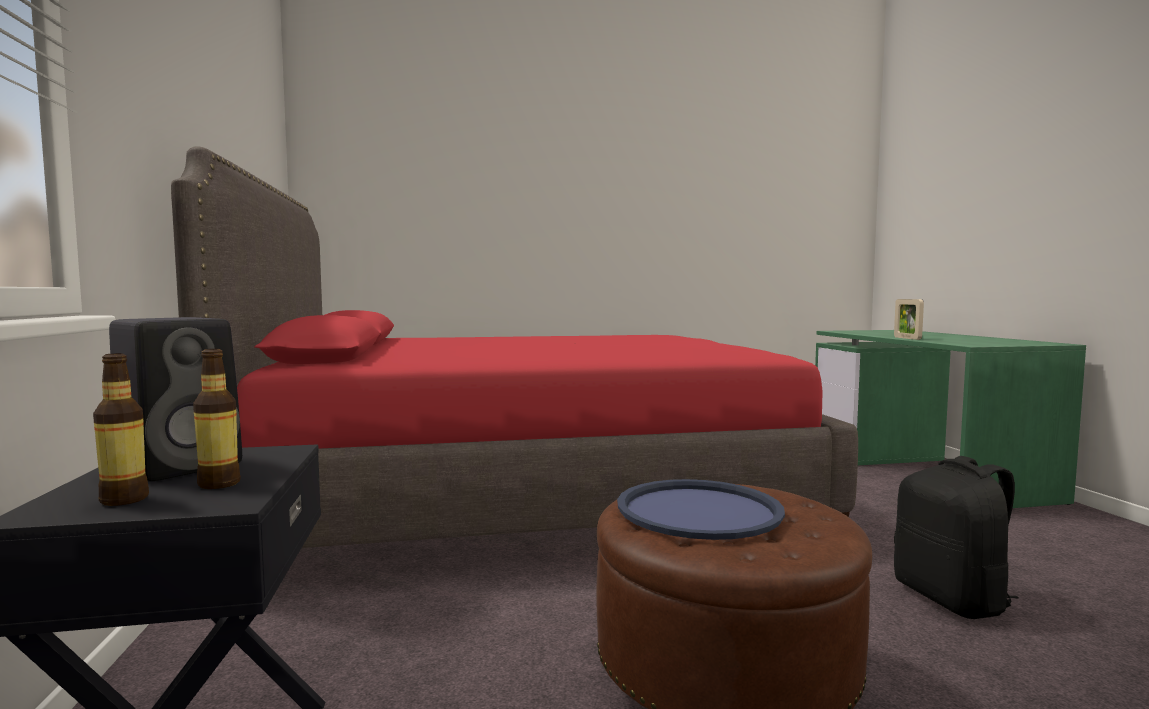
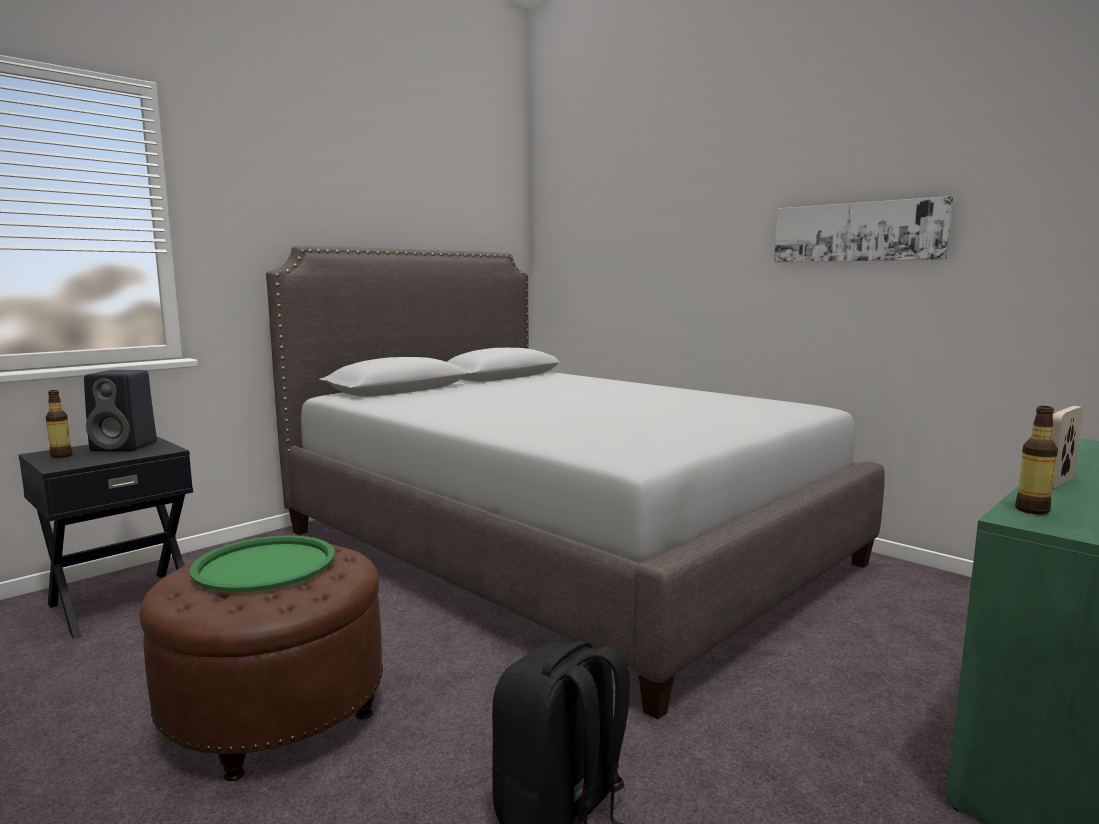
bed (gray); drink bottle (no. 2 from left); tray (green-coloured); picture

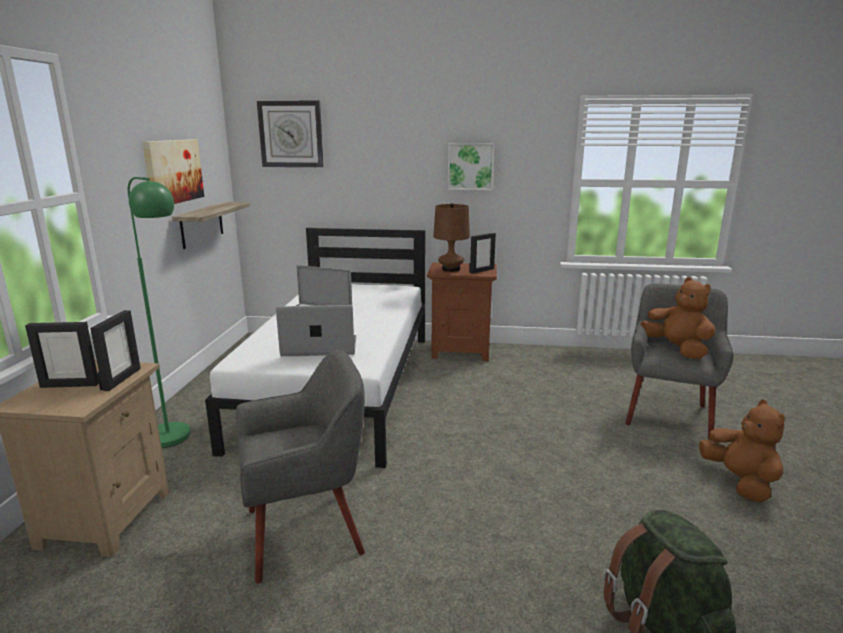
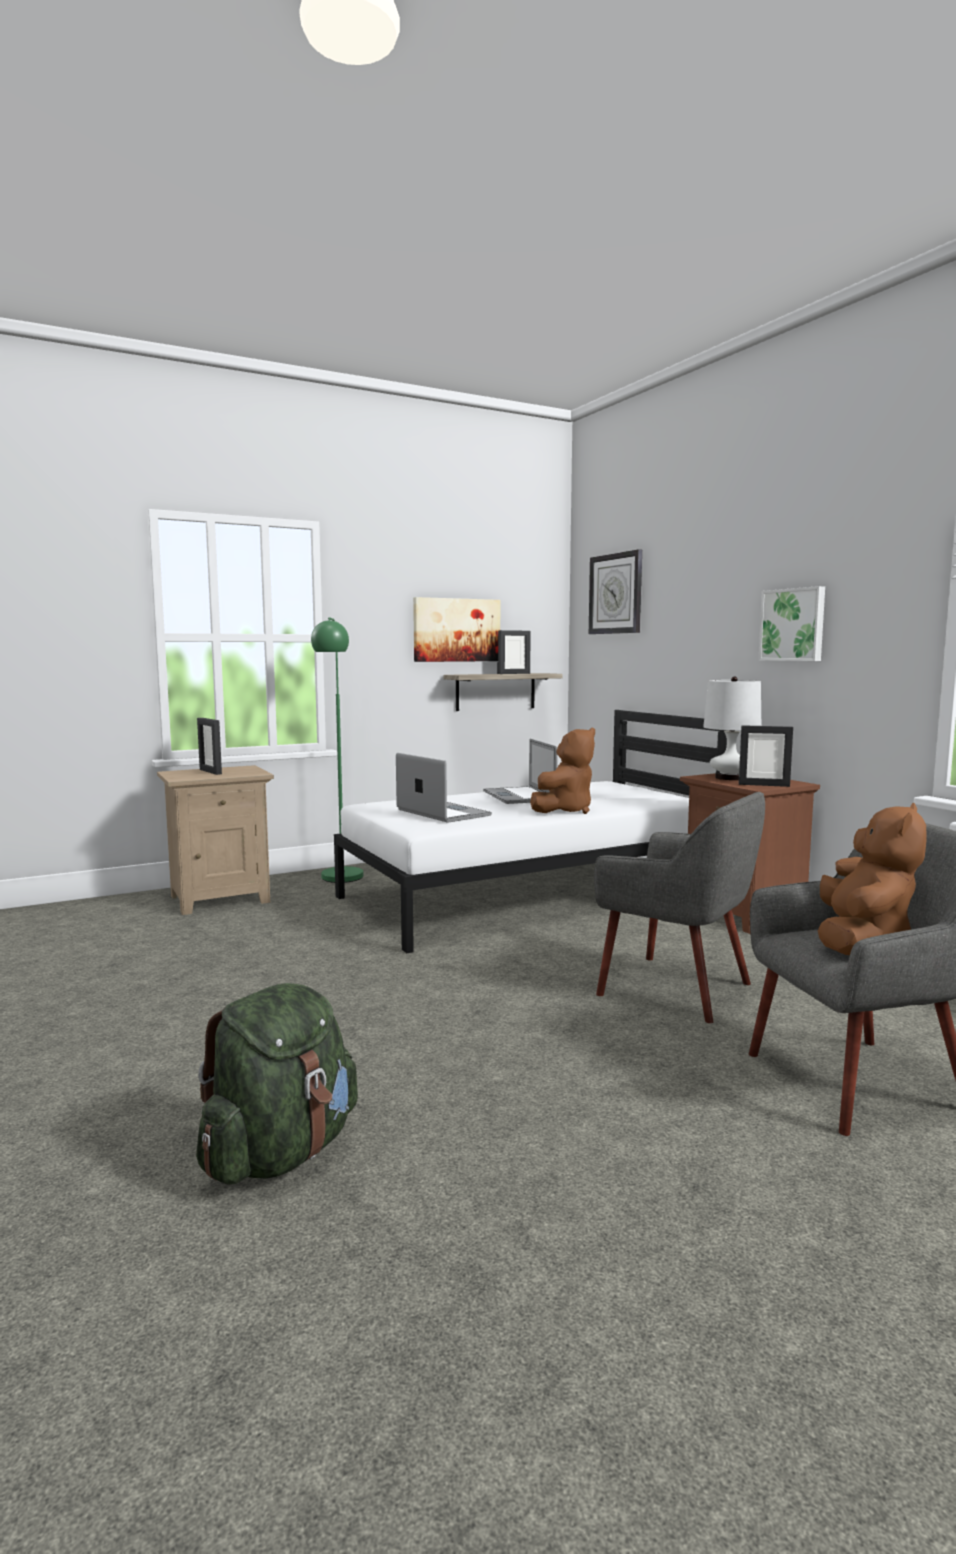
standing frame (no. 2 from left); lounge chair (gray) (no. 1 from left); table lamp (whitish); plush toy (brownish) (no. 1 from left)

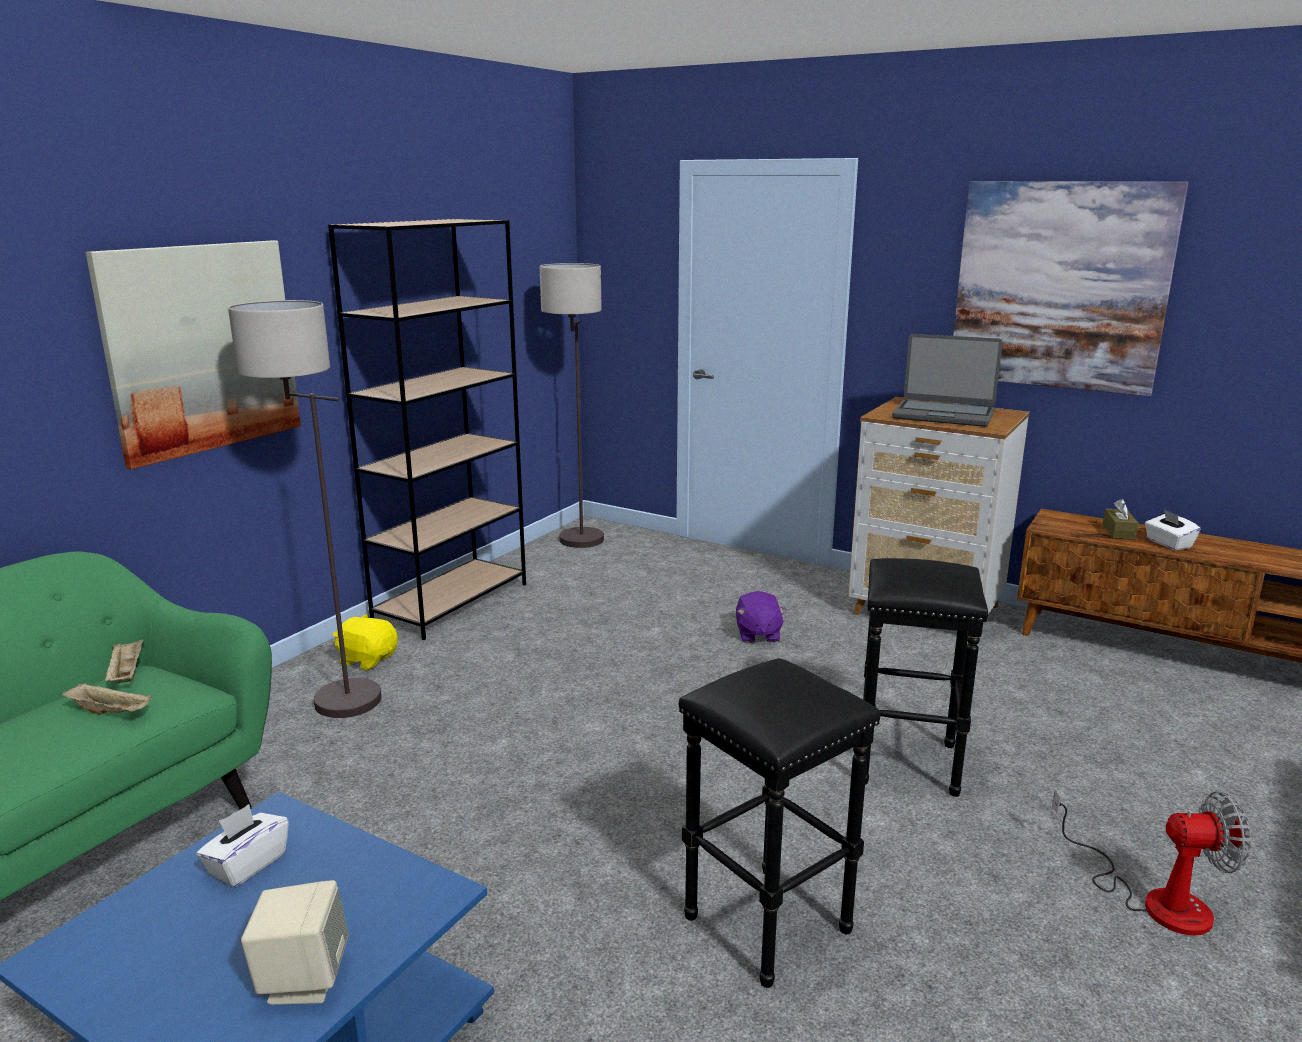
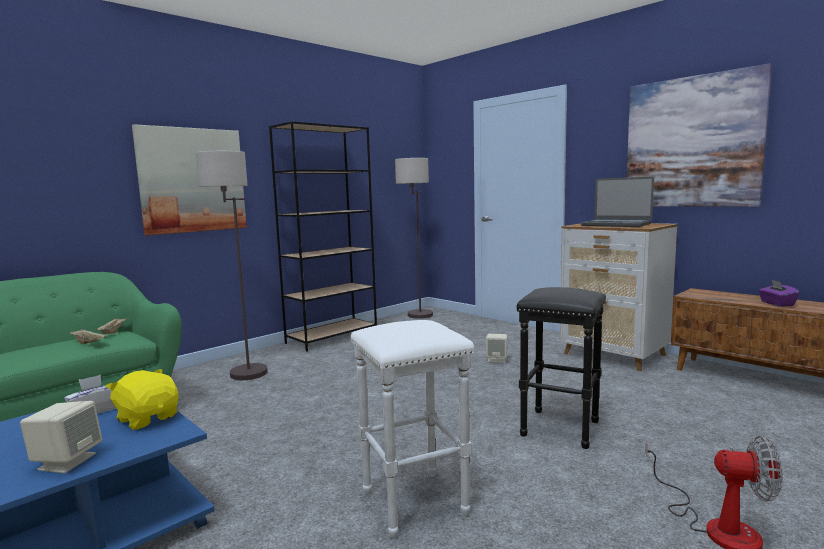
plush toy (yellow); sitting stool (whitish); speaker (sand-coloured) (no. 2 from left); tissue holder (brownish); tissue holder (purple)

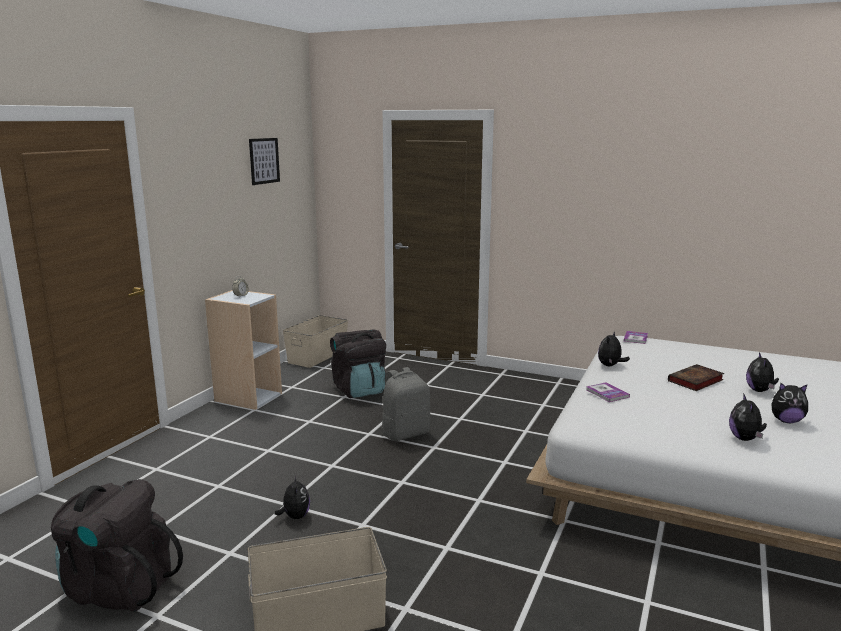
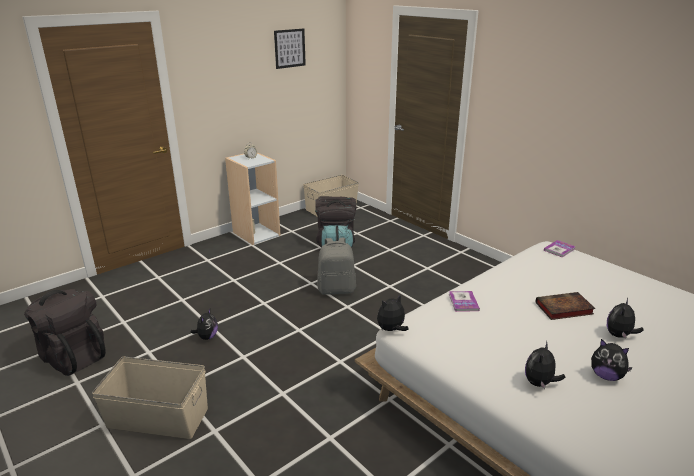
plush toy (no. 2 from left)

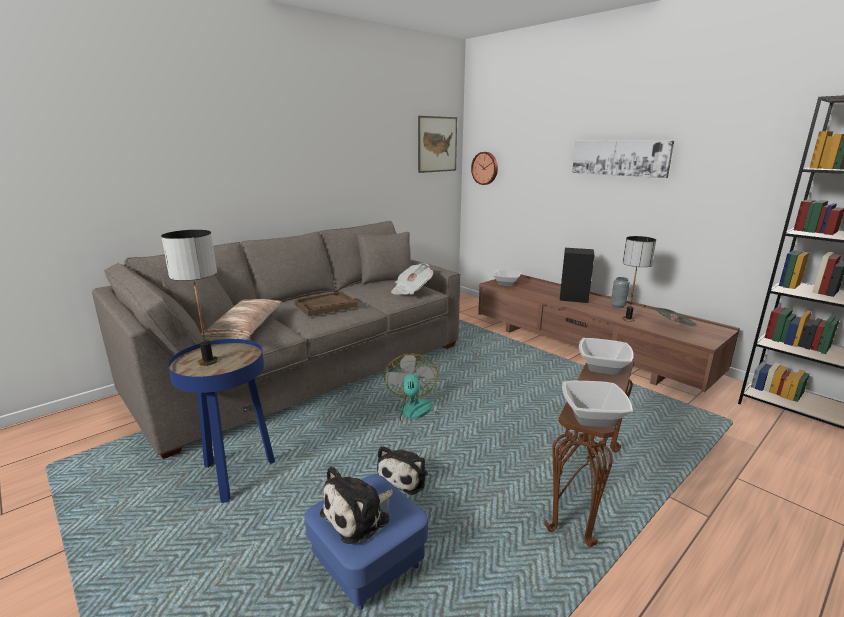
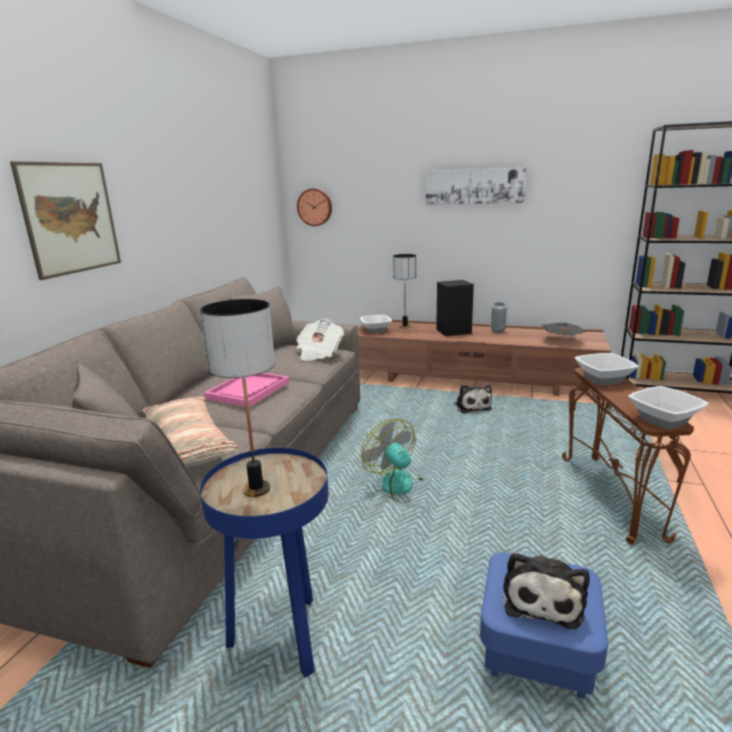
tray (pink); plush toy (no. 1 from left); picture (no. 1 from left); table lamp (no. 2 from left)

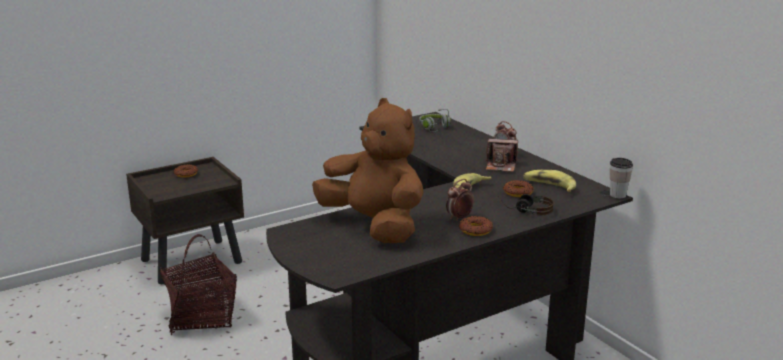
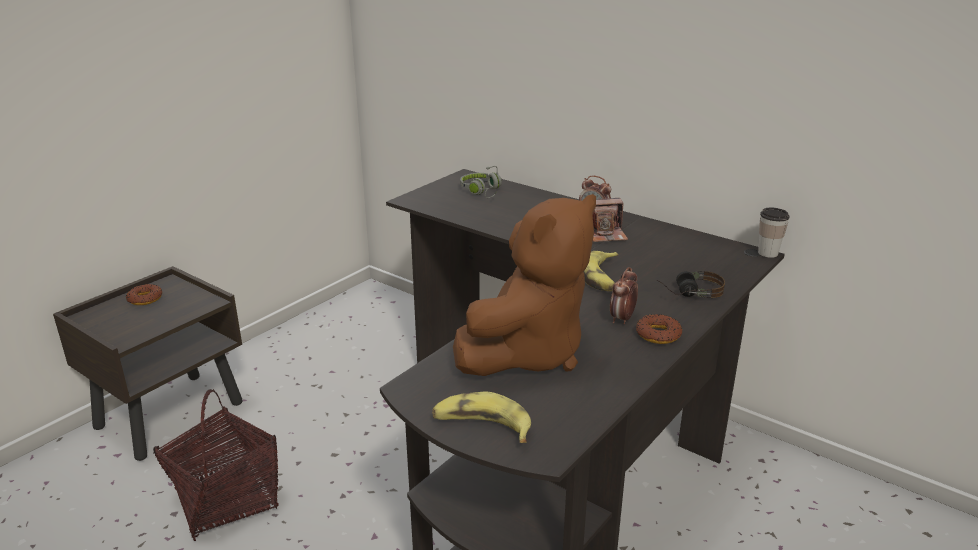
plush toy (brownish); ring doughnut (no. 3 from left in the first image); banana (no. 1 from left)

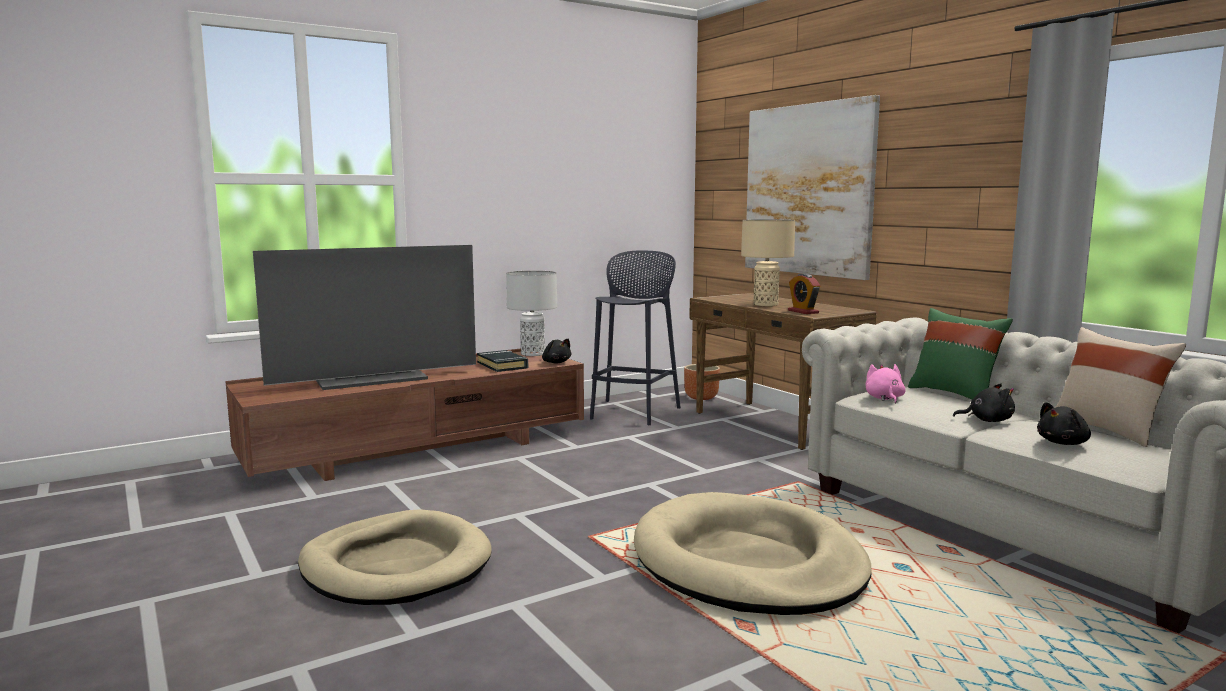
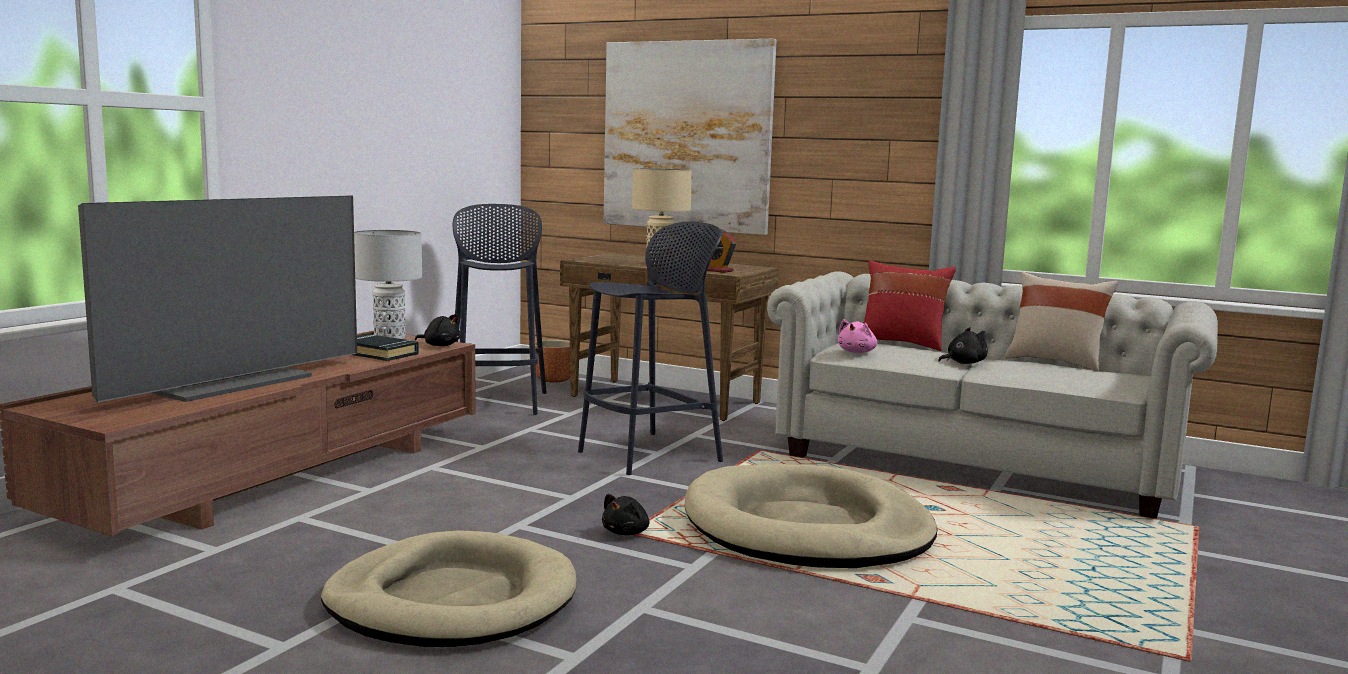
plush toy (pink); pillow (red); plush toy (black) (no. 2 from left); sitting stool (gray) (no. 2 from left)

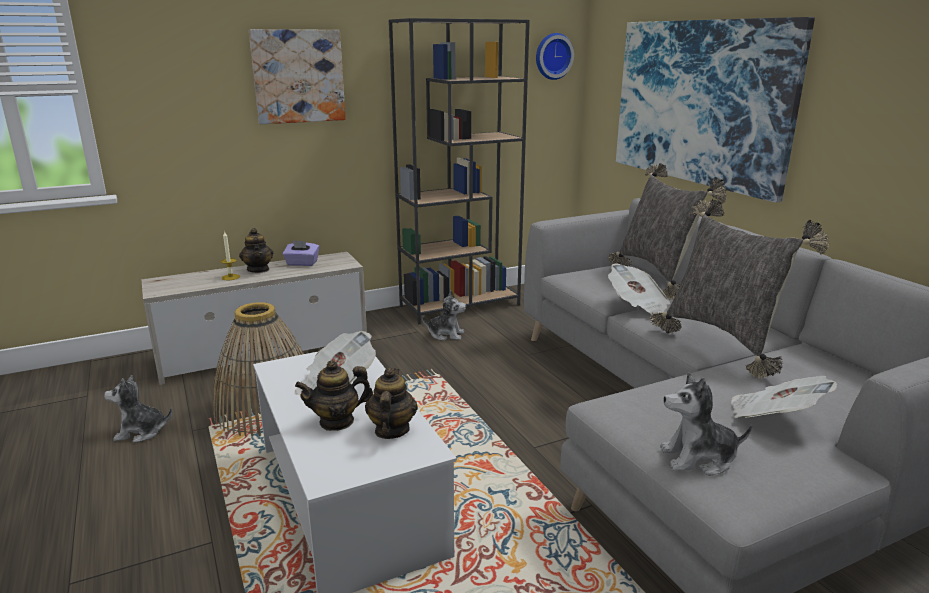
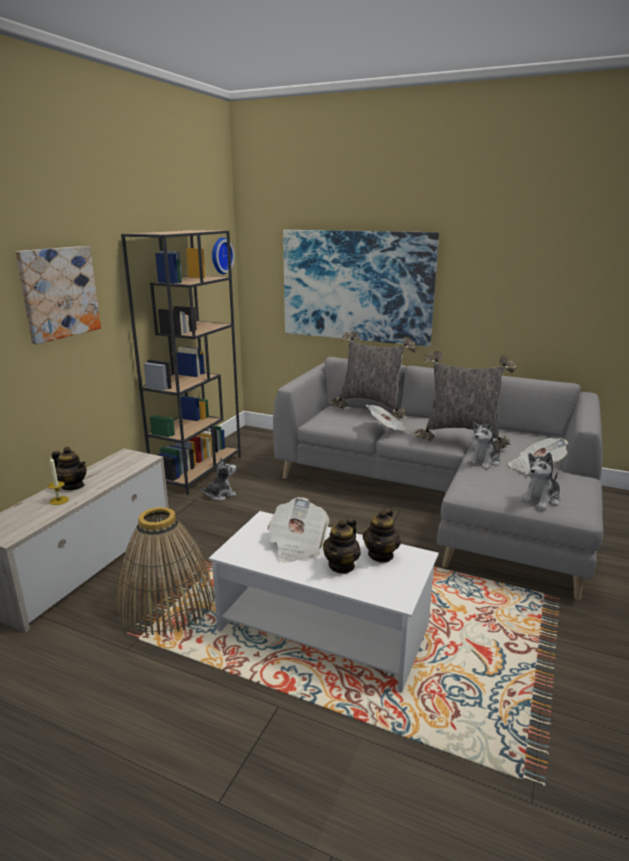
plush toy (no. 2 from left); tissue holder (purple); pot for tea (no. 3 from left)

